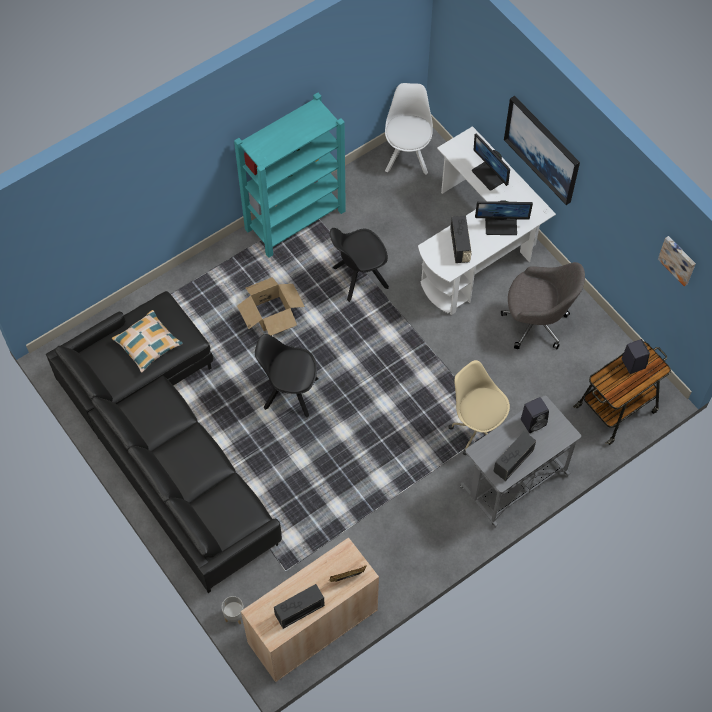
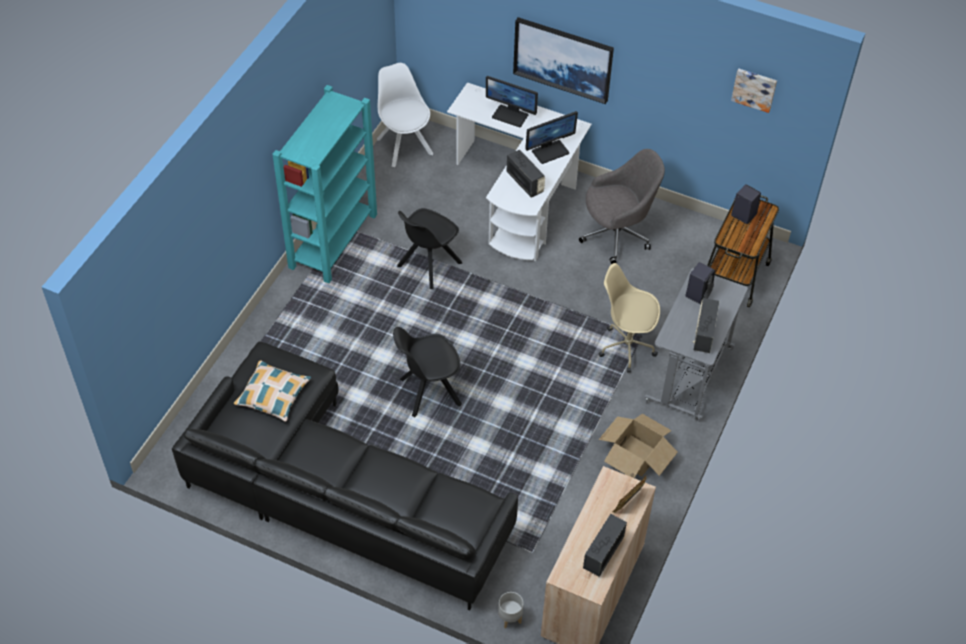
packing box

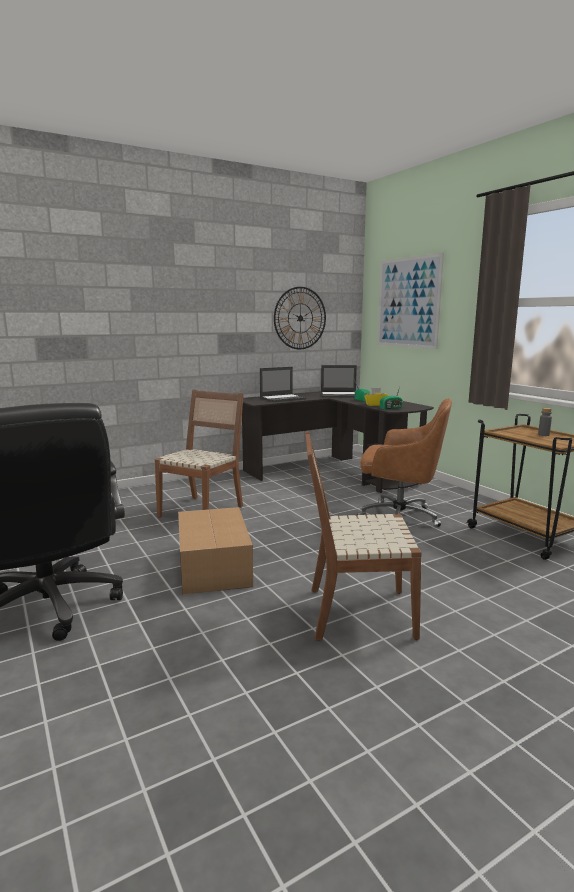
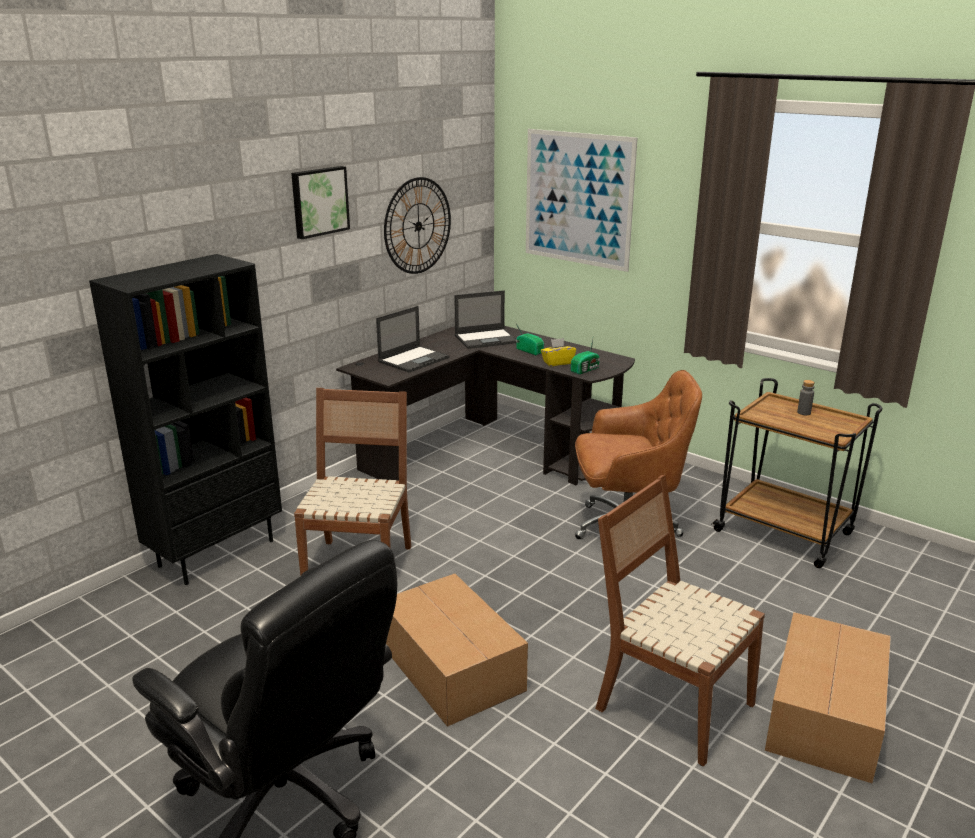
upright chair (no. 2 from left); bookshelf (black); picture (no. 1 from left); packing box (no. 2 from left)

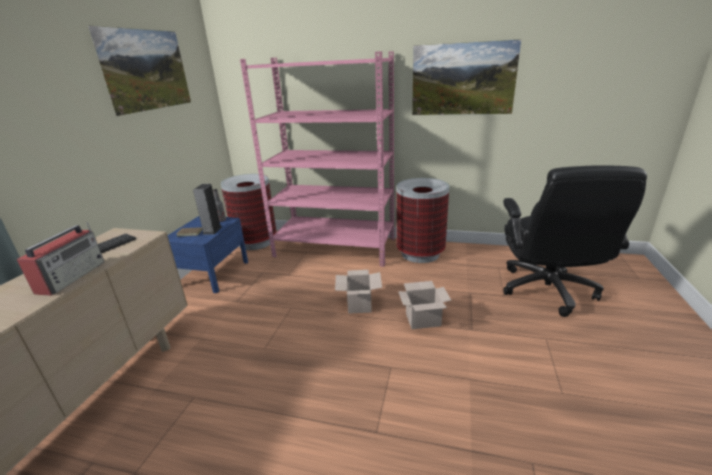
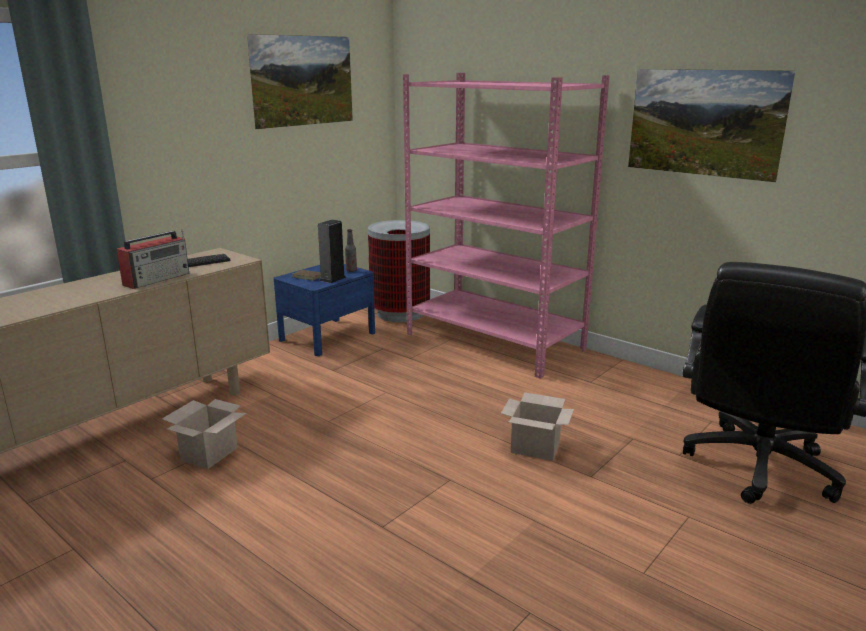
packing box (no. 1 from left); rubbish bin (no. 2 from left in the first image)

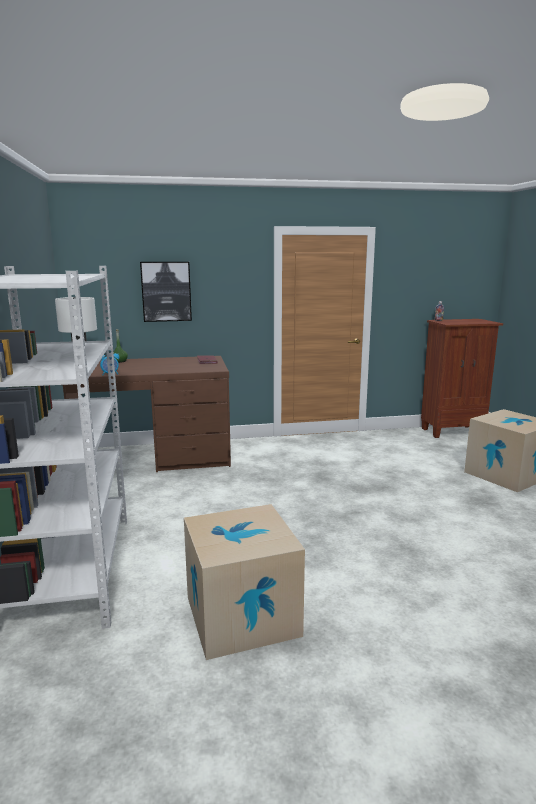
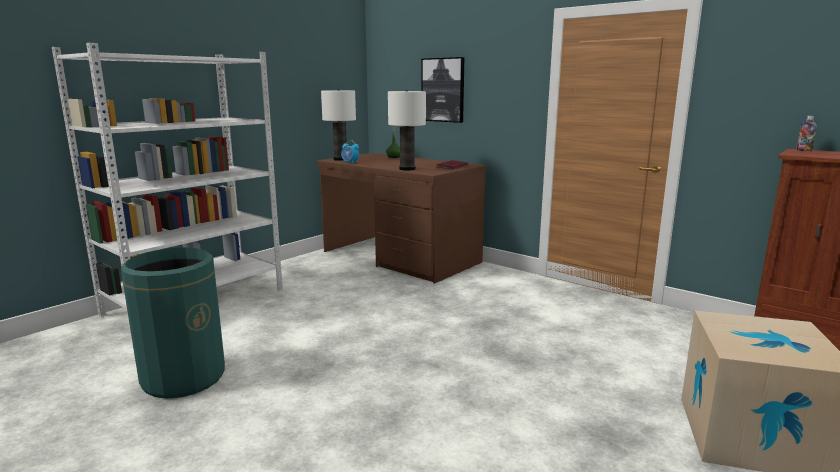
rubbish bin (green-coloured); table lamp (whitish) (no. 2 from left)

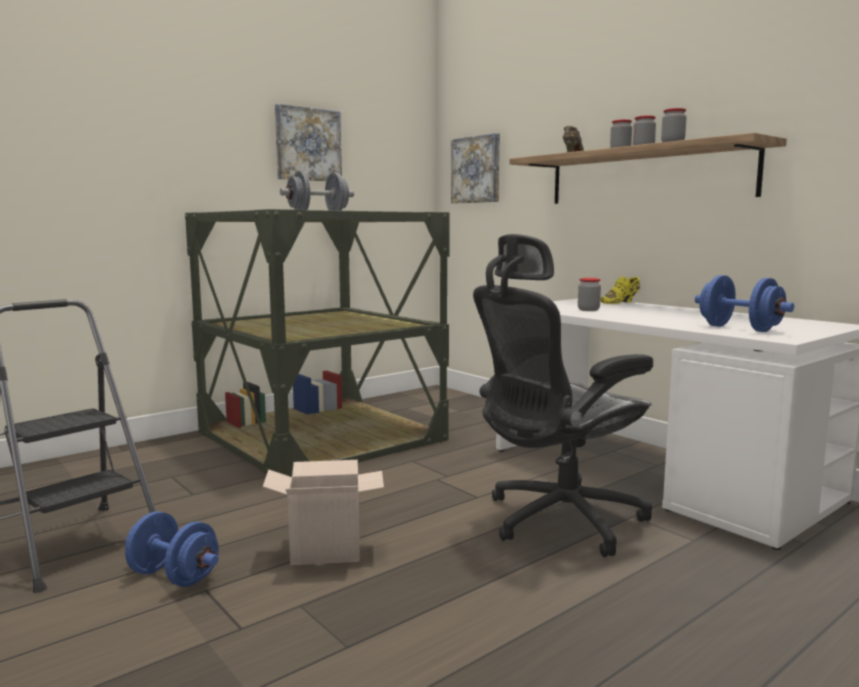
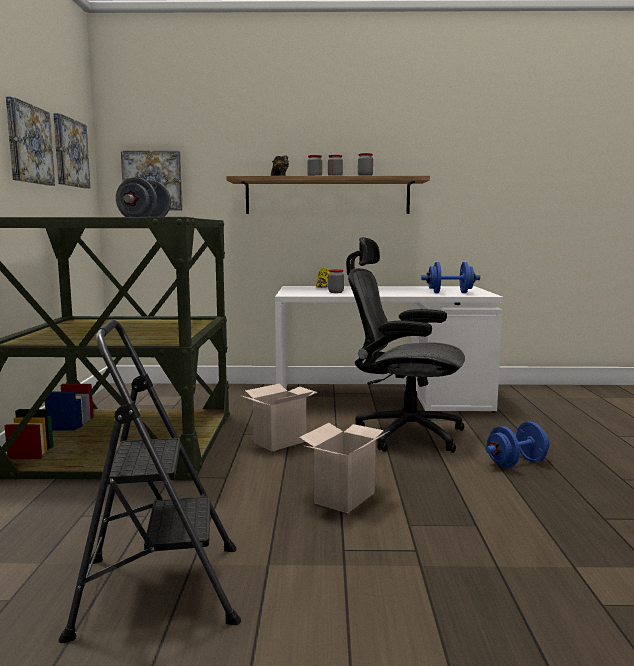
hand weight (bluish) (no. 2 from left); desk chair; picture (no. 2 from left); packing box (no. 1 from left)

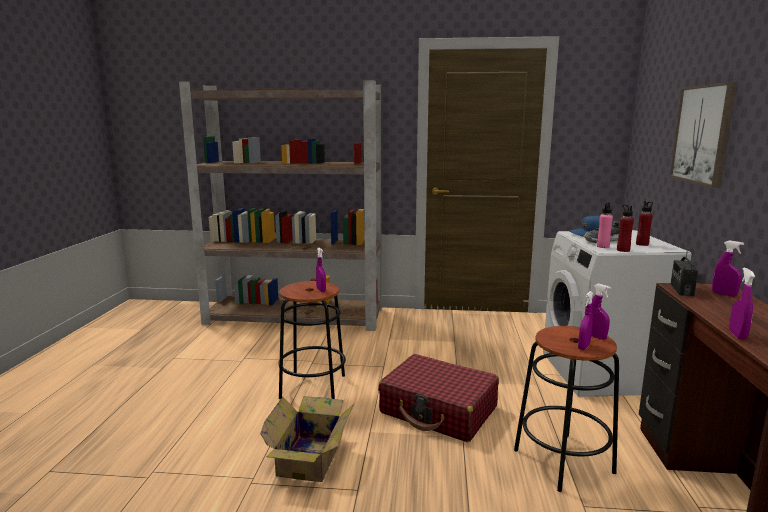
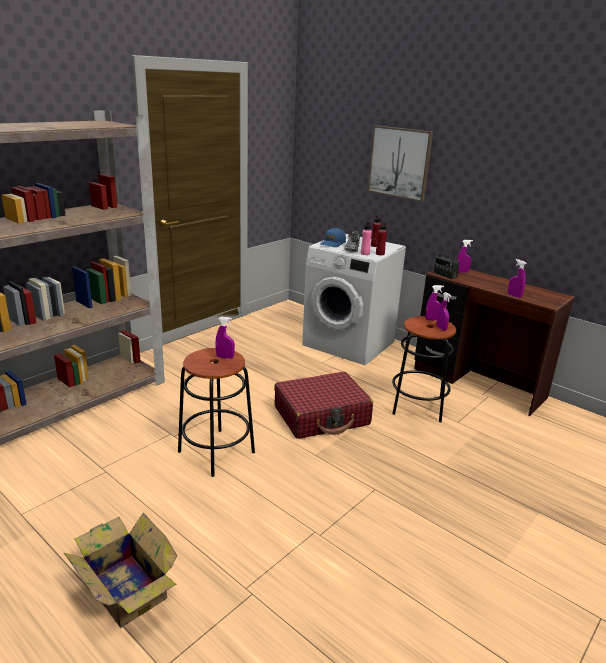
packing box

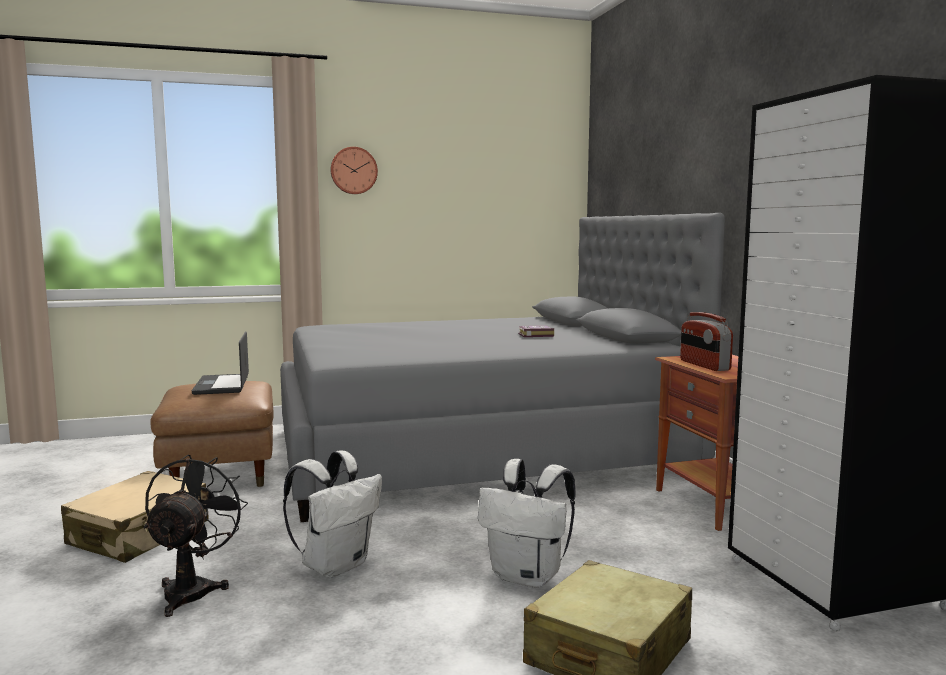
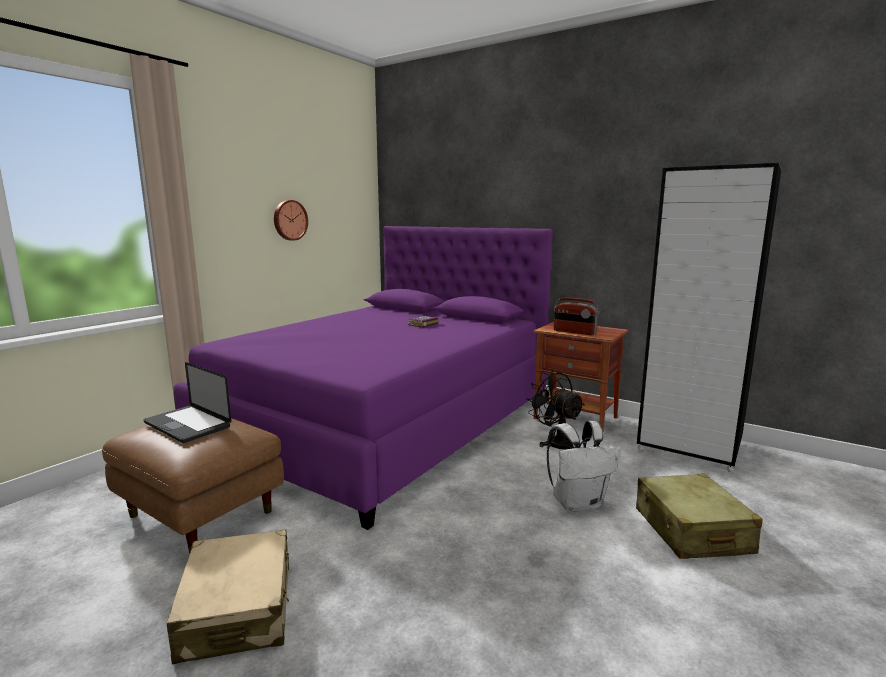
fan (black); bed (purple); backpack (whitish) (no. 1 from left in the first image); clock on the wall

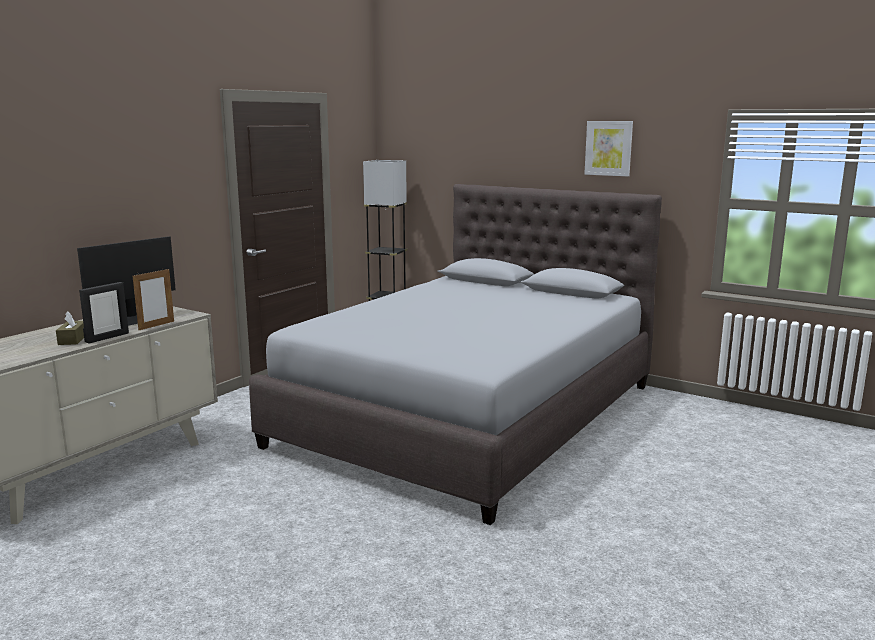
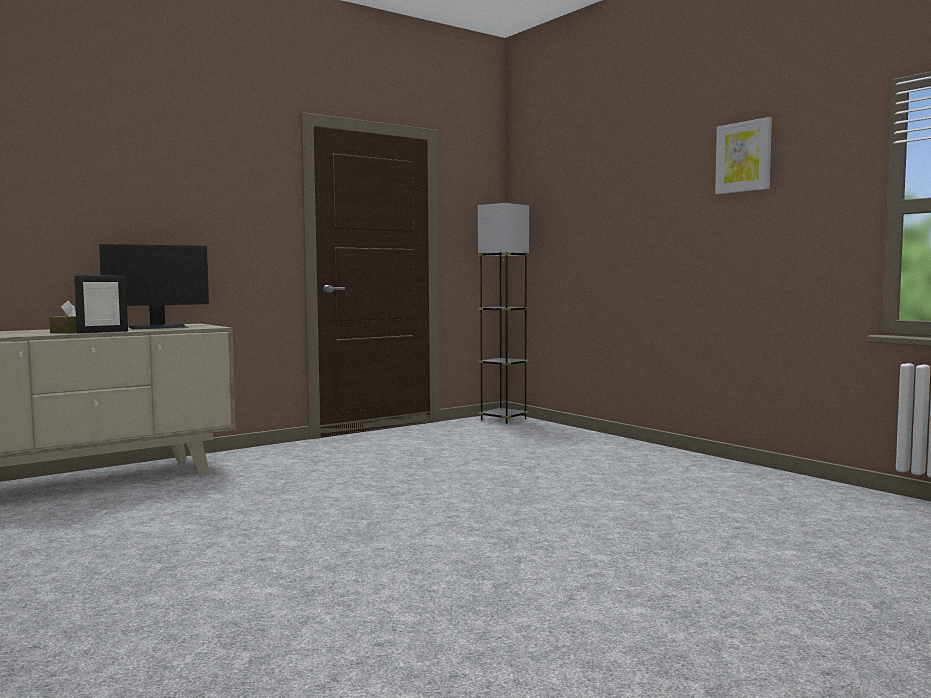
standing frame (no. 2 from left in the first image); bed (gray)

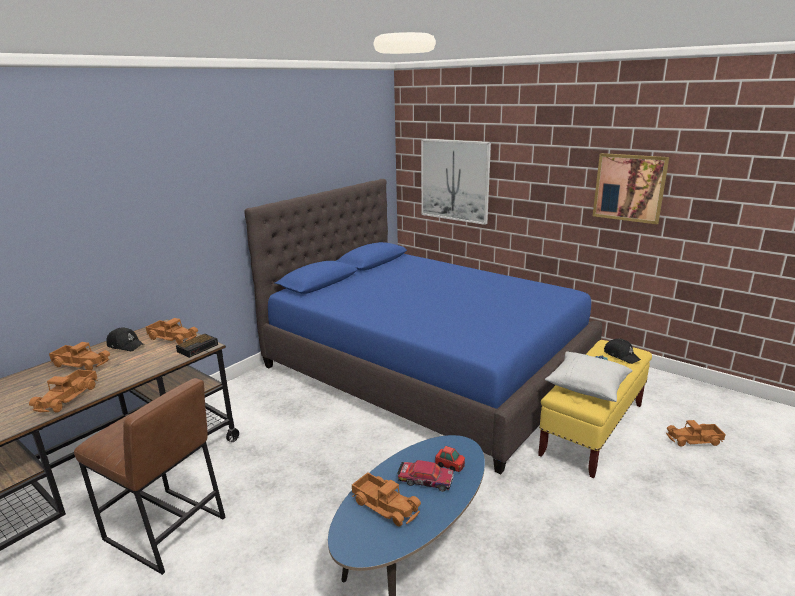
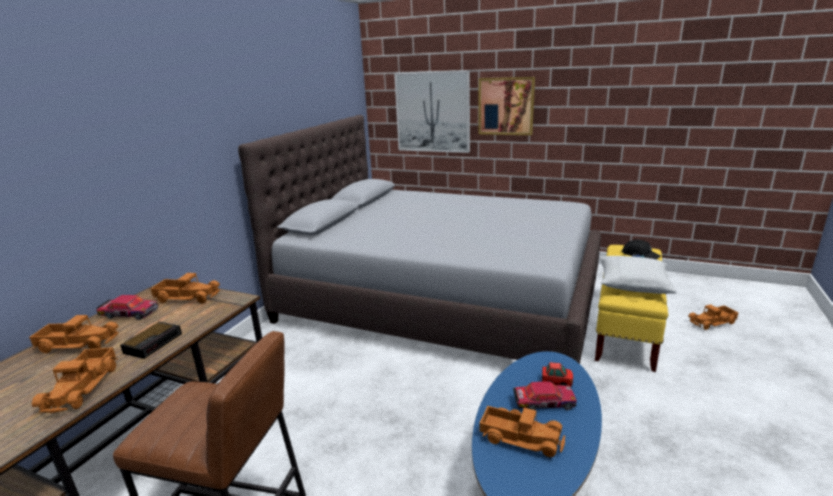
miniature car (no. 1 from left); bedside clock; bed (gray); picture (no. 2 from left)

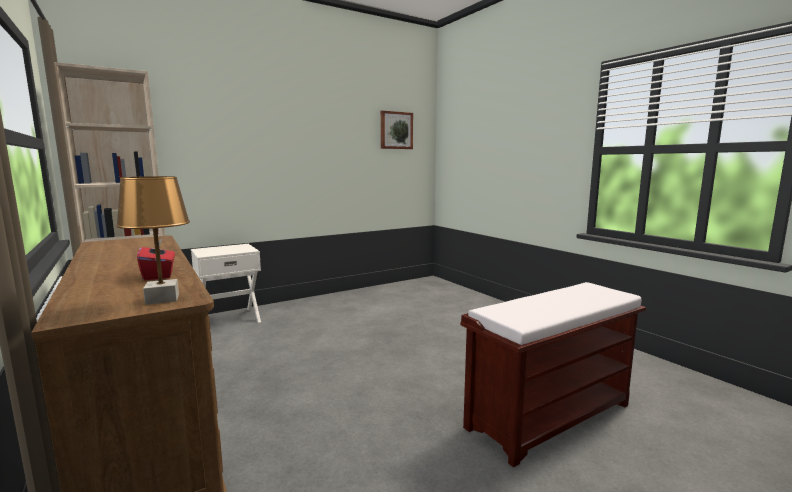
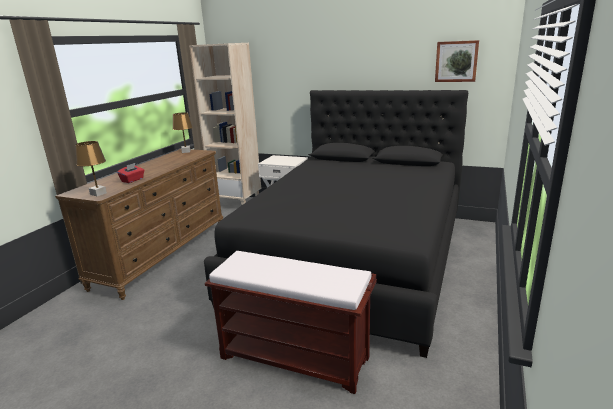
table lamp (brownish) (no. 2 from left); bed (black)

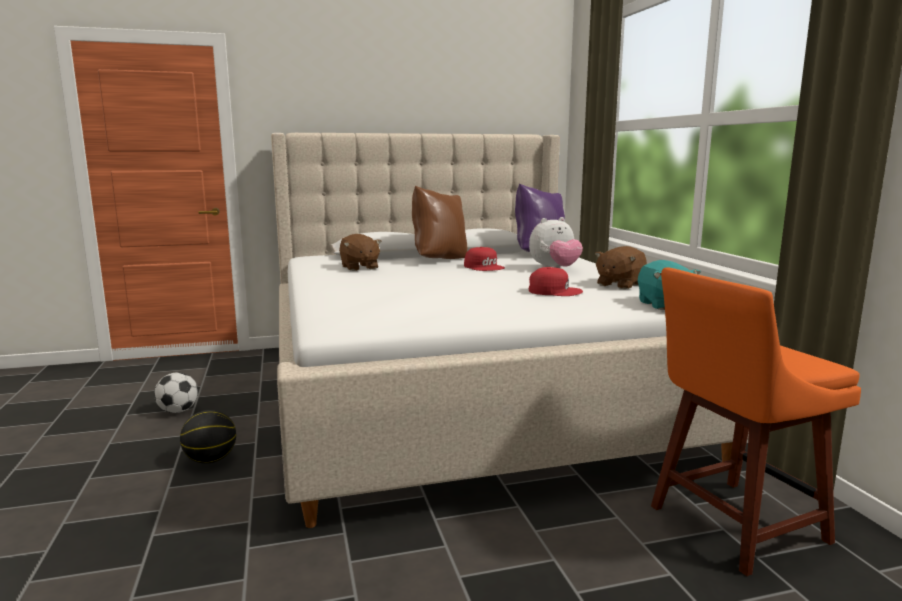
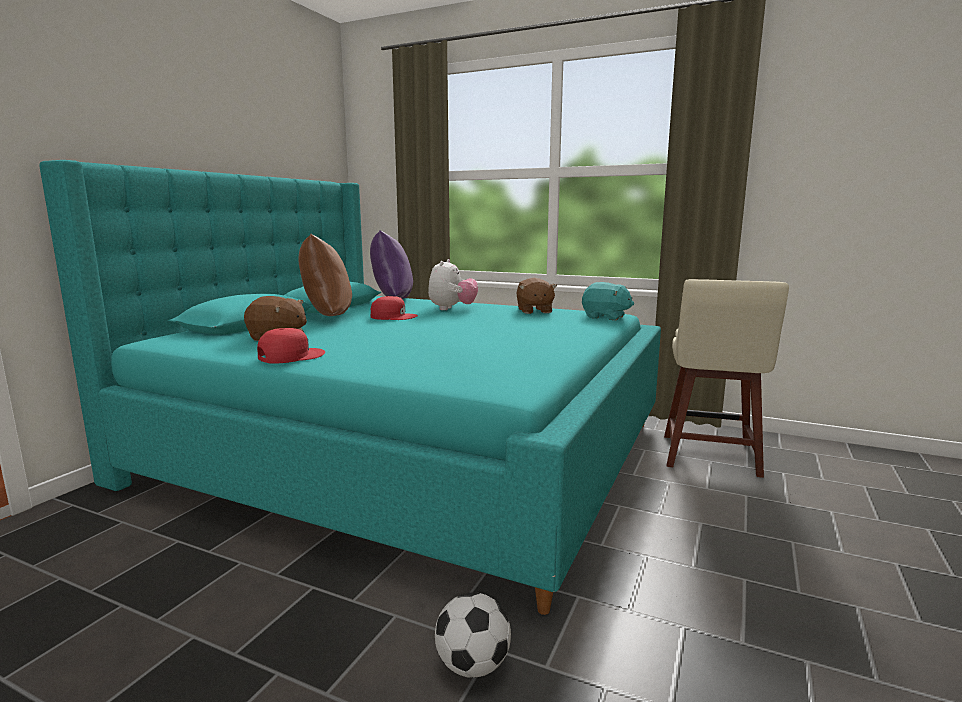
ball for football; basketball ball; bed (turquoise); peaked cap (red) (no. 1 from left); sitting stool (sand-coloured)

